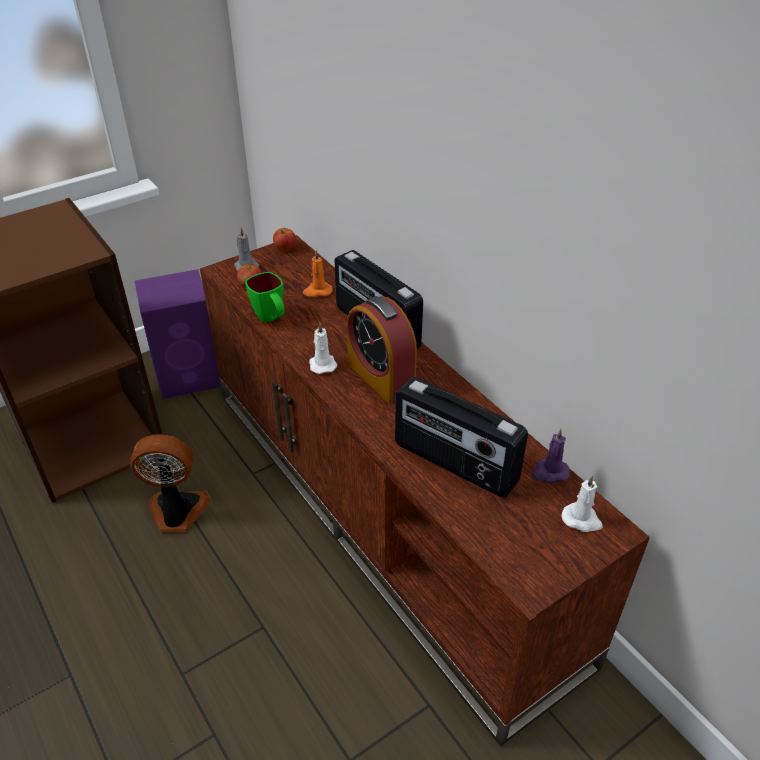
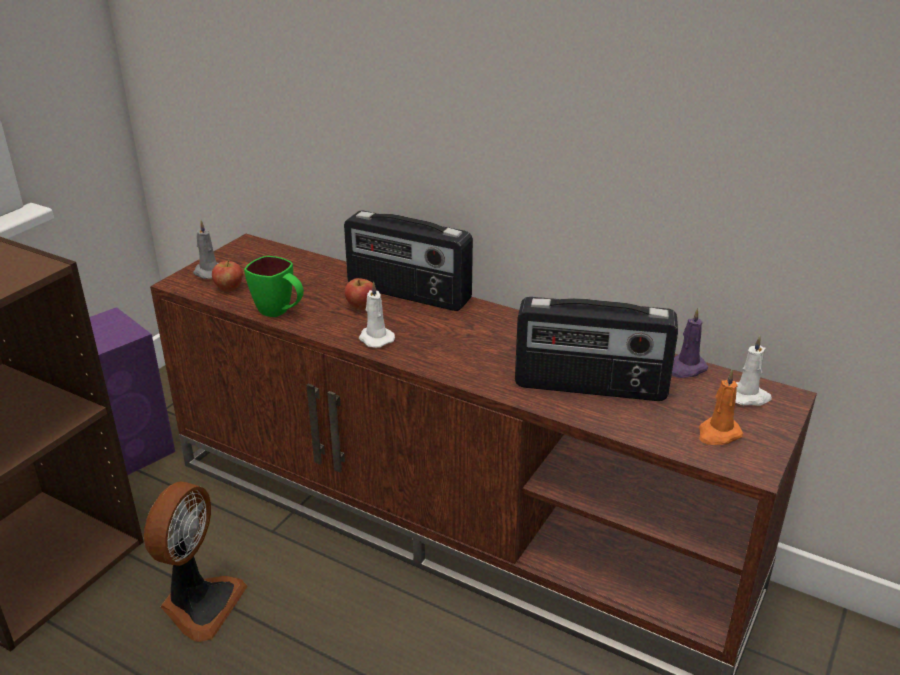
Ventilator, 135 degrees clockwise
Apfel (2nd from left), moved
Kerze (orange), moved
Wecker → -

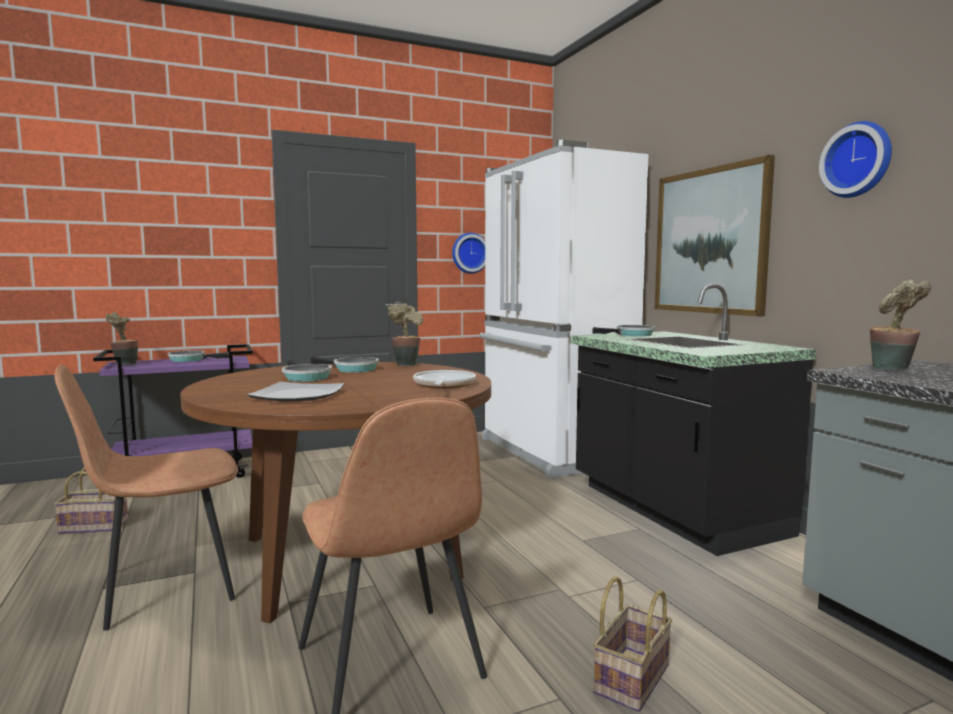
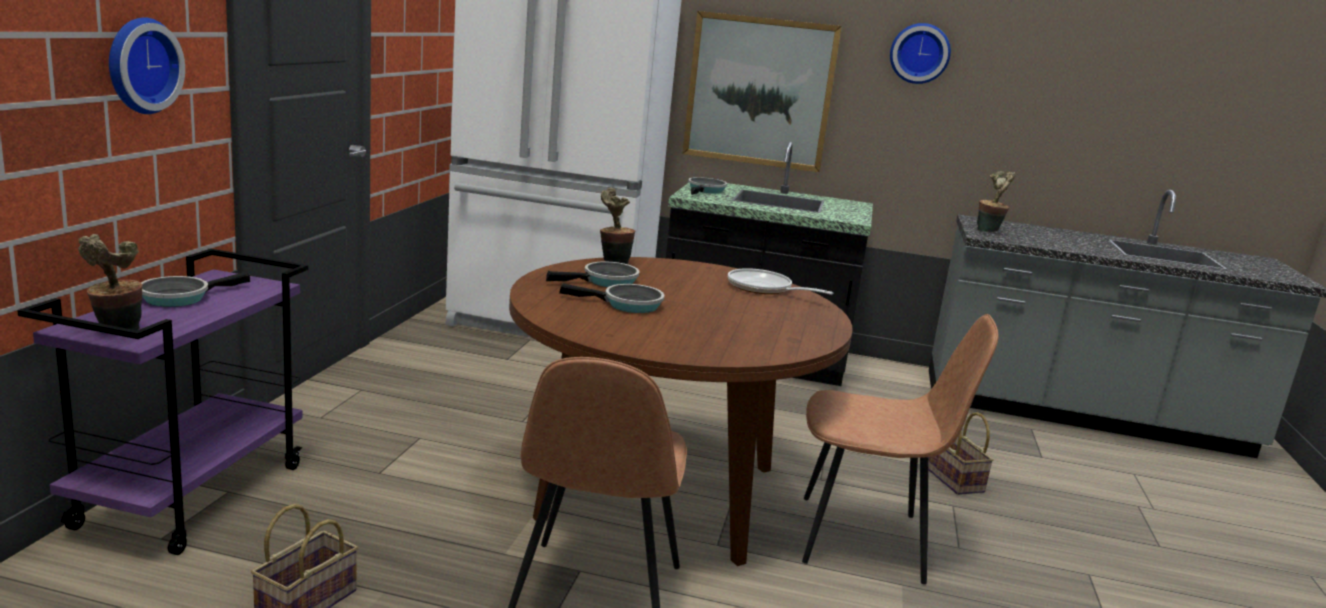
Wanduhr (1st from left), moved
Teller → -

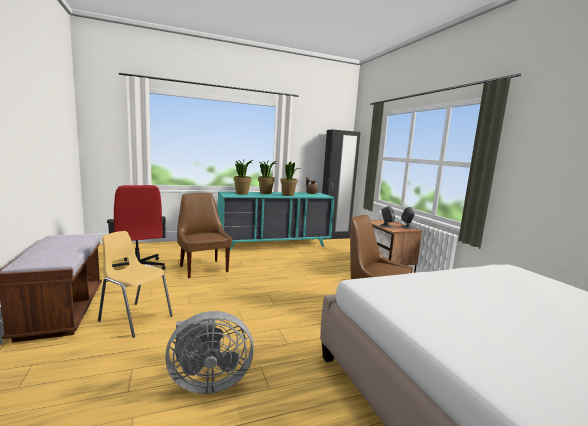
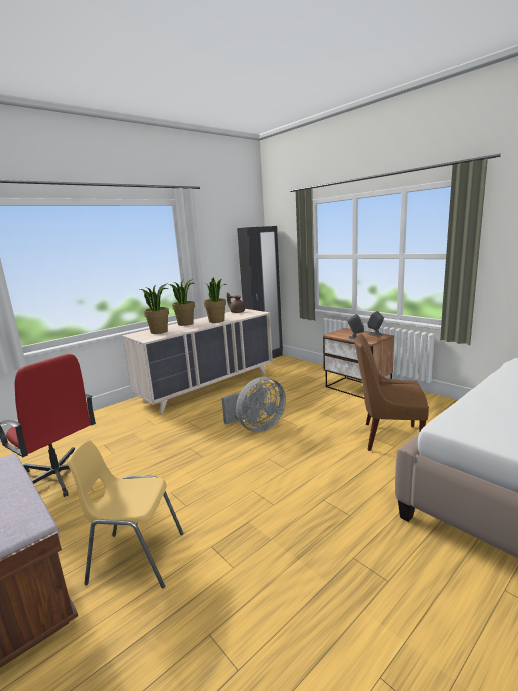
Kommode (türkis) → Kommode (beige)
Ventilator (grau), moved
Stuhl (braun) (1st from left) → -

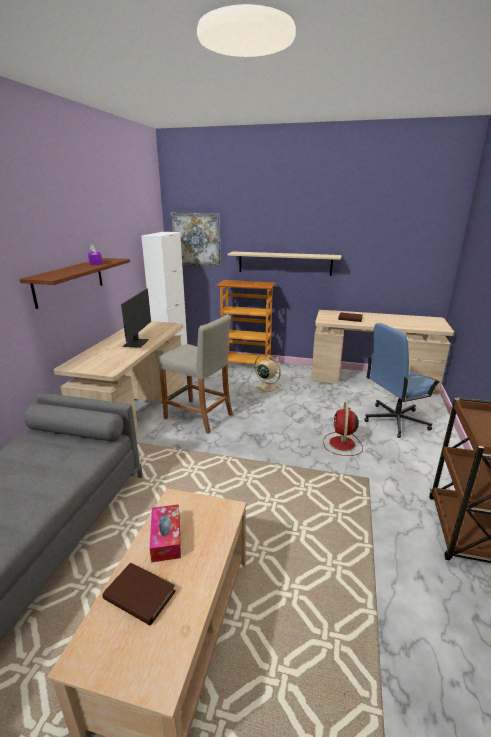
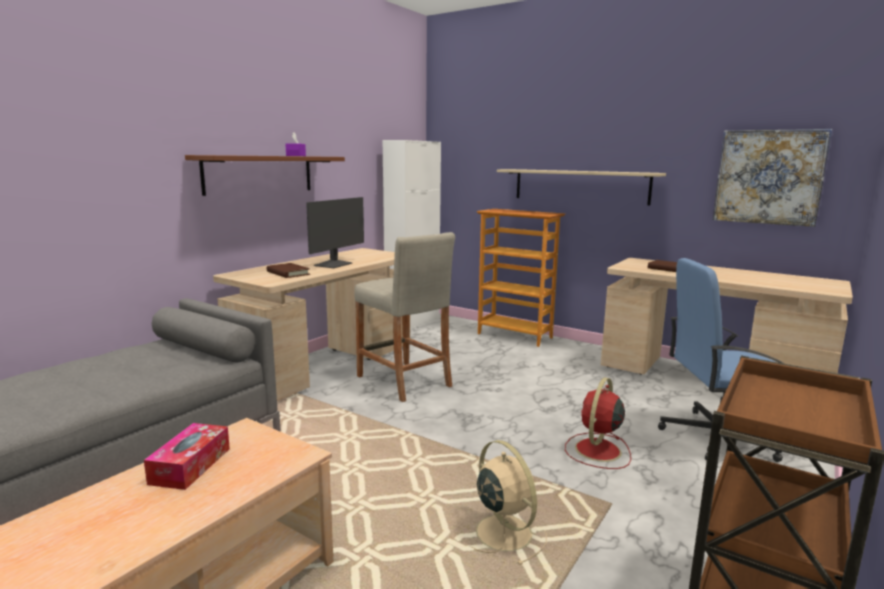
Buch (braun) (1st from left), moved
Ventilator (beige), moved
Bild, moved

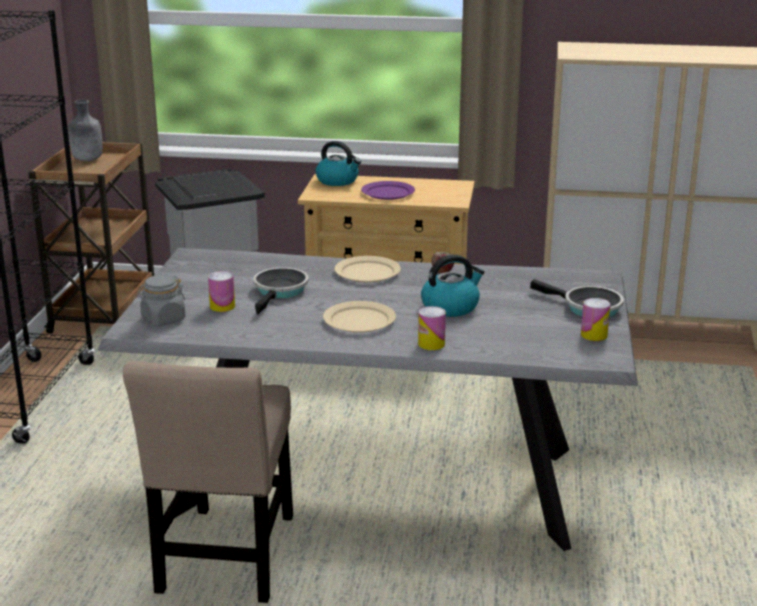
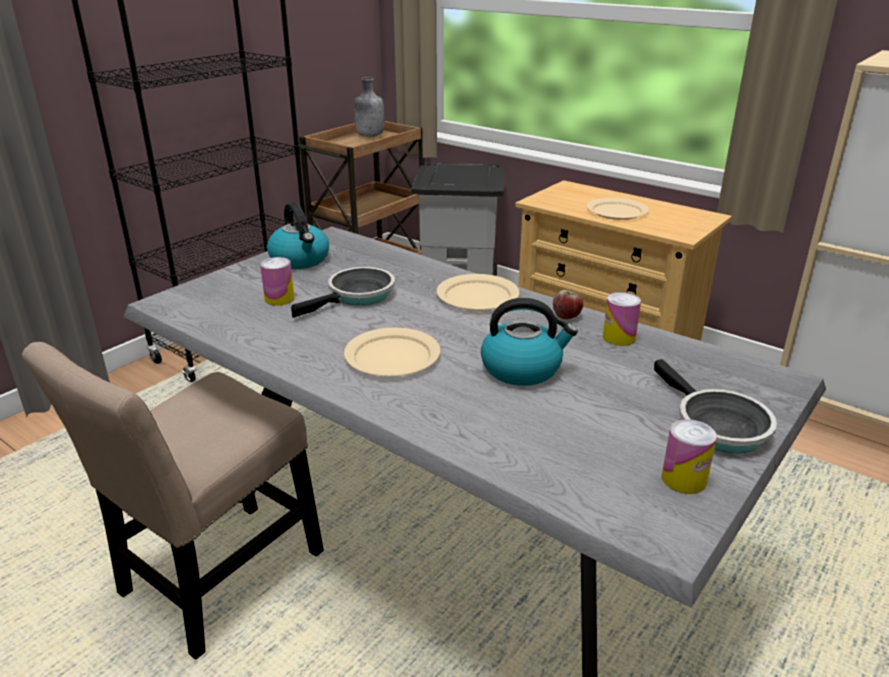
Wasserkessel (1st from left), moved
Teller (lila) → Teller (beige) (3rd from left)
Dose (2nd from left), moved
Vorratsglas (grau) → -

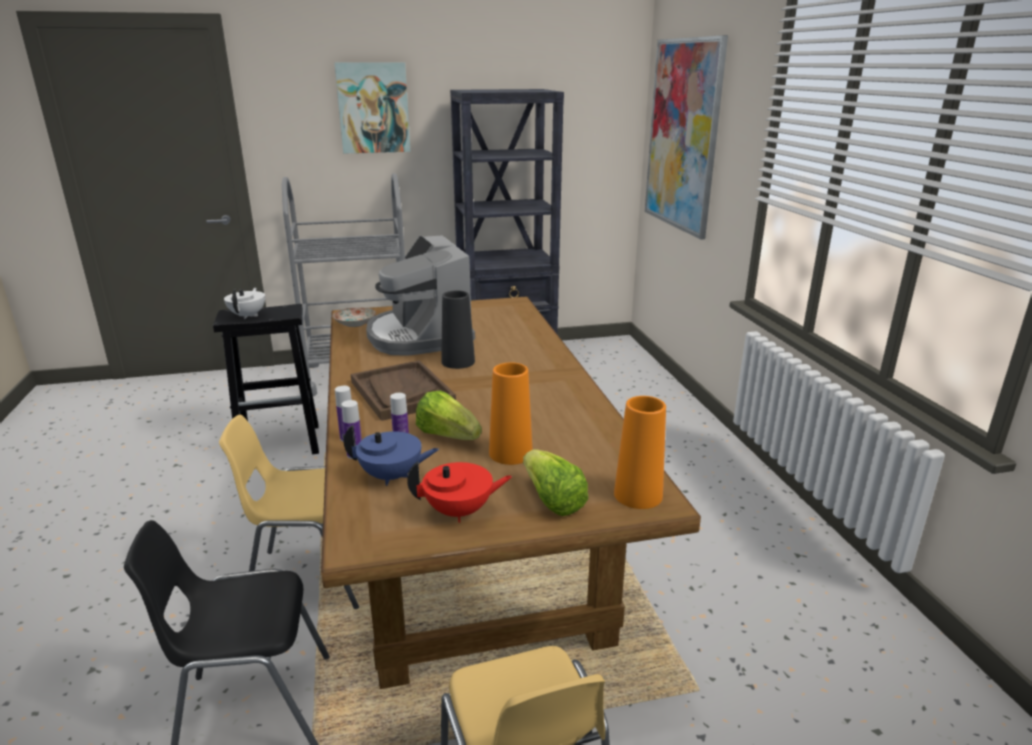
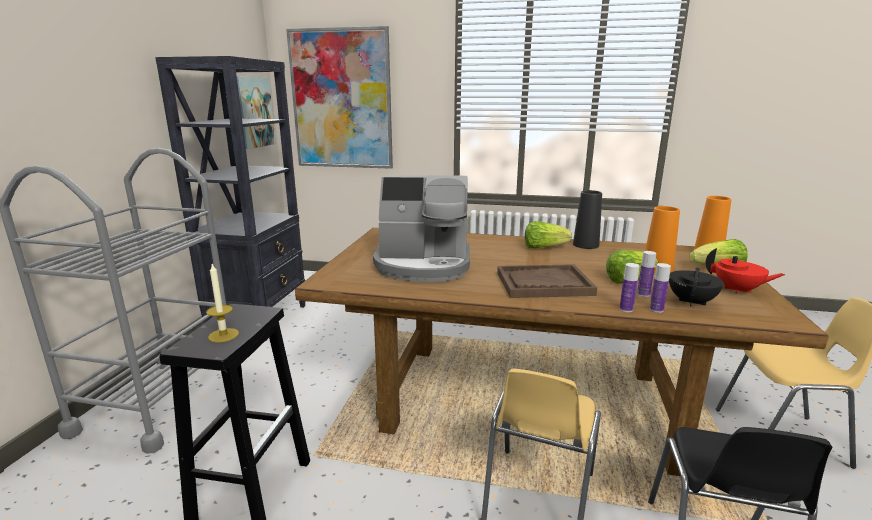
Teekanne (weiß) → Kerze
Bild (1st from left), moved
- → Salatkopf (1st from left)
Vase (schwarz), moved
Teekanne (blau) → Teekanne (schwarz)
Teekanne (rot), 105 degrees clockwise
Teller → -

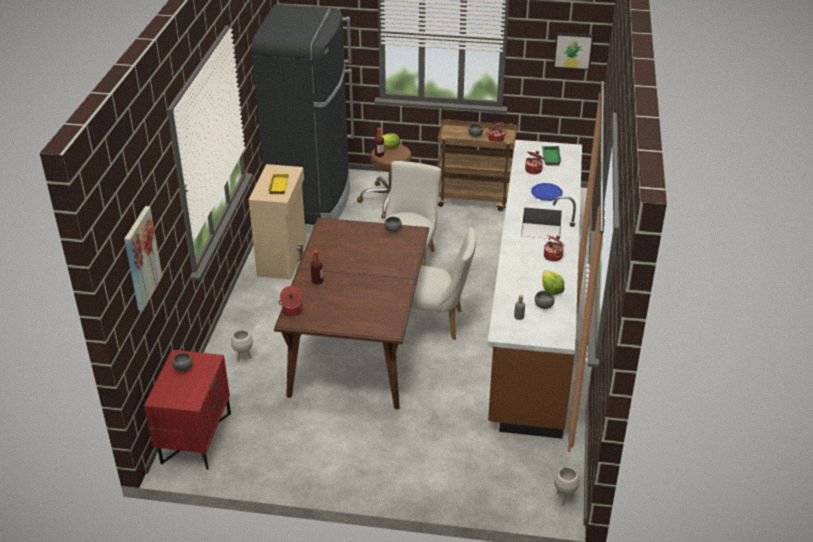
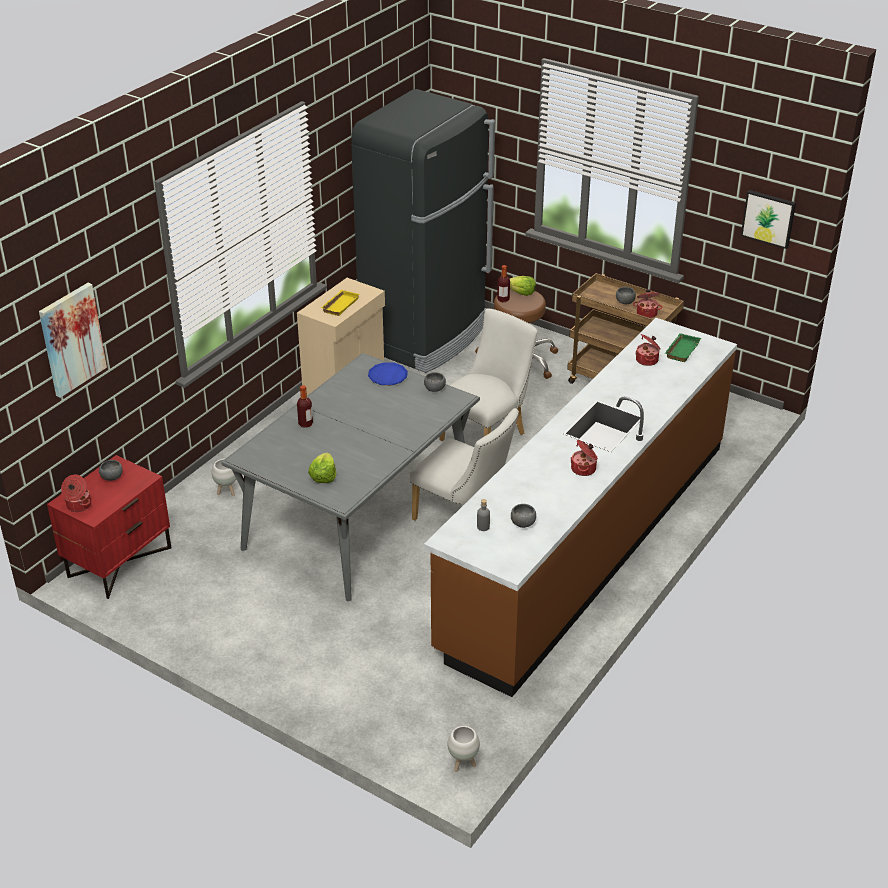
Kochtopf (1st from left), moved
Esstisch (braun) → Esstisch (grau)
Salatkopf (2nd from left in the first image) → Salatkopf (1st from left), moved
Teller (blau), moved

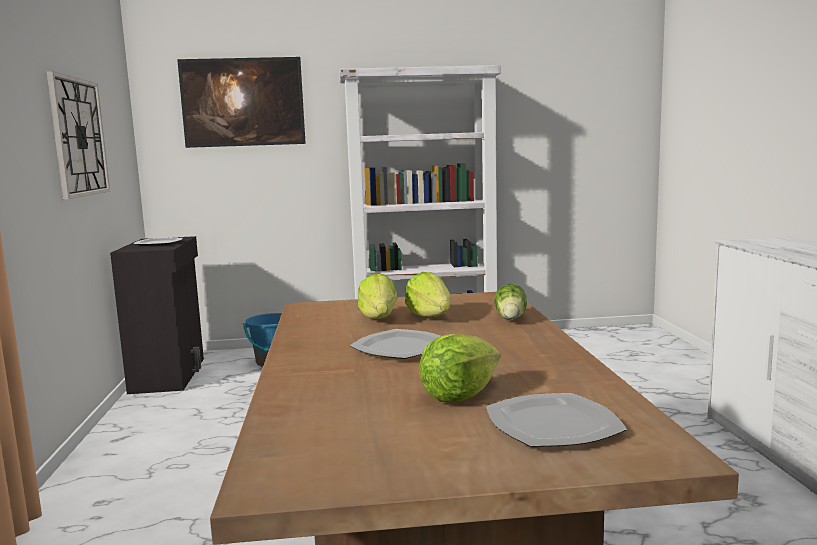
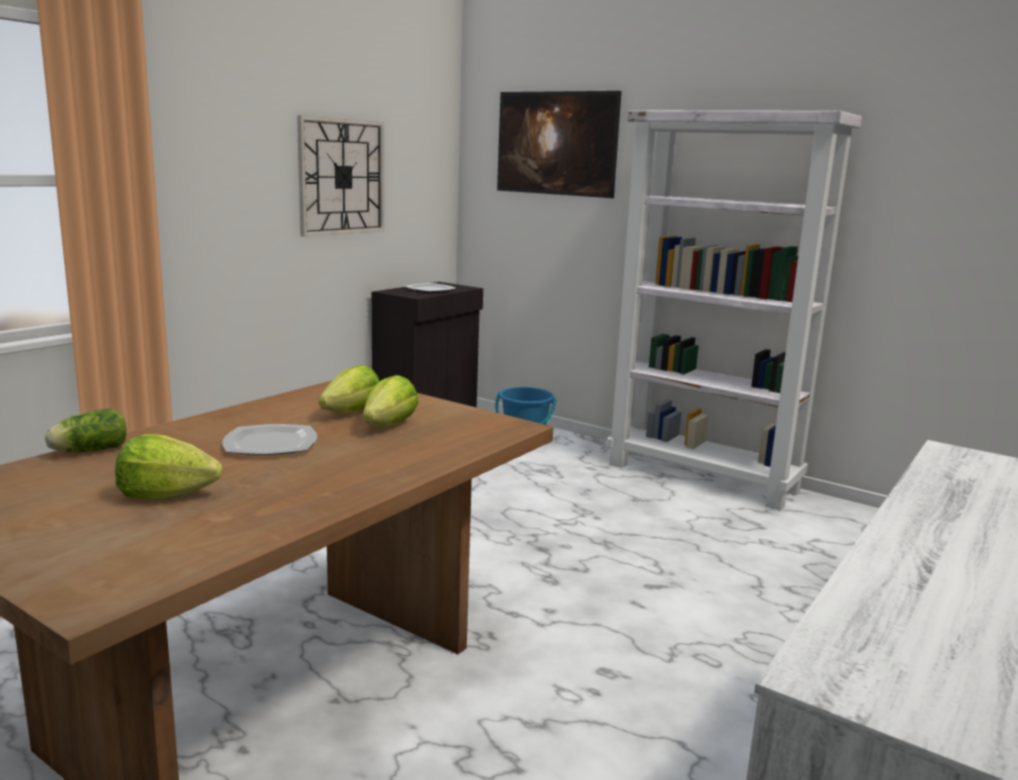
Salatkopf (4th from left in the first image) → Salatkopf (1st from left), moved
Teller (3rd from left) → -

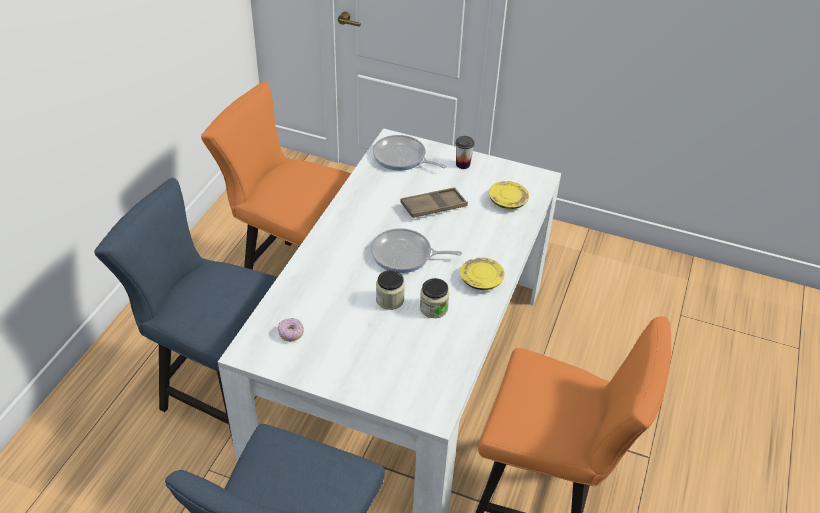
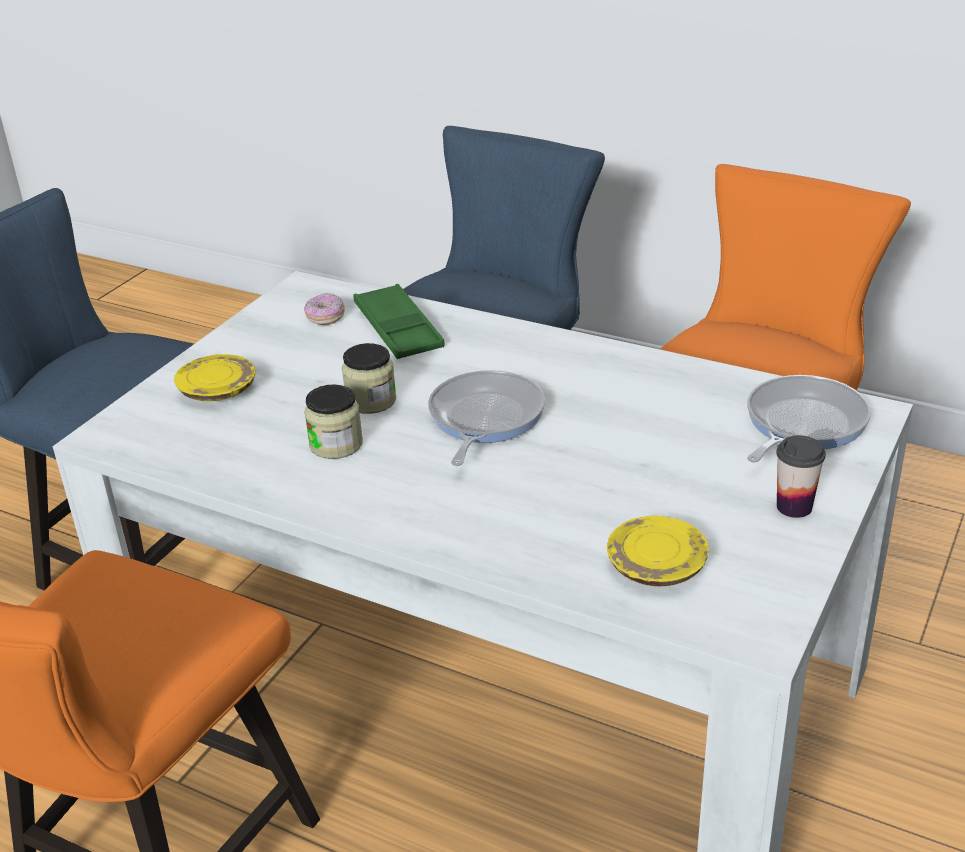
Teller (gelb) (1st from left), moved
- → Tablett (grün)
Tablett (braun) → -

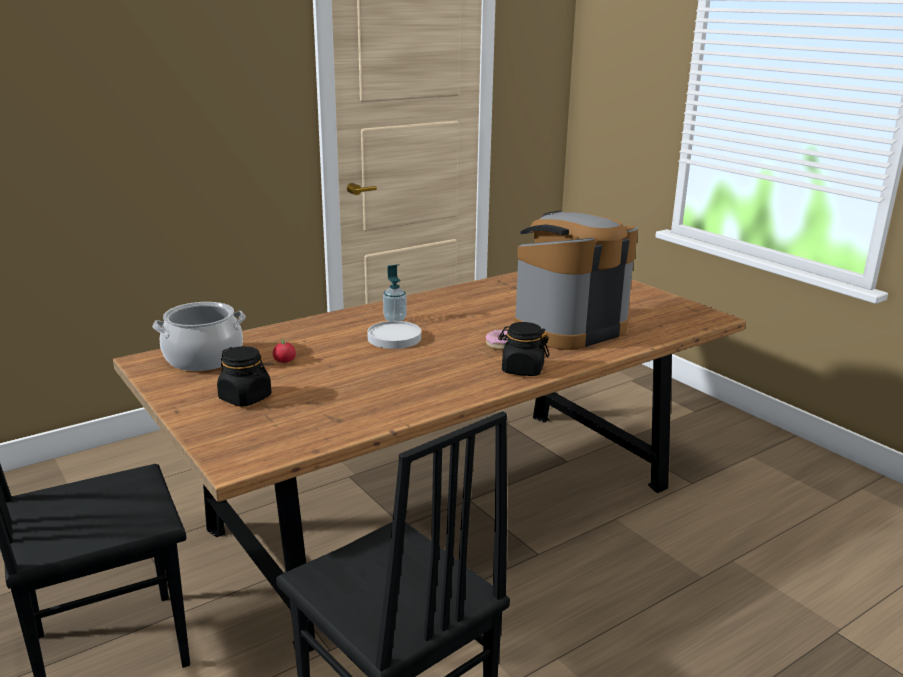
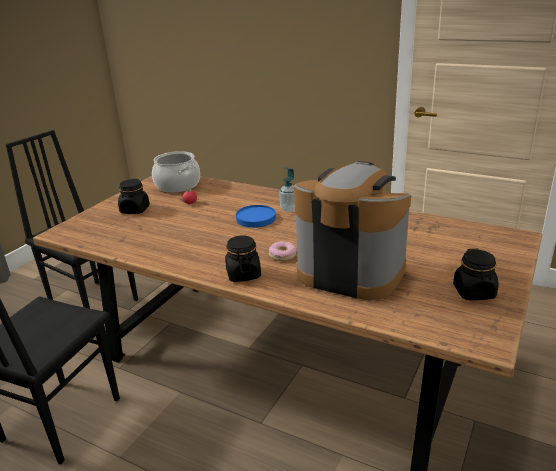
Teller (weiß) → Teller (blau)
- → Vorratsglas (schwarz) (3rd from left)

